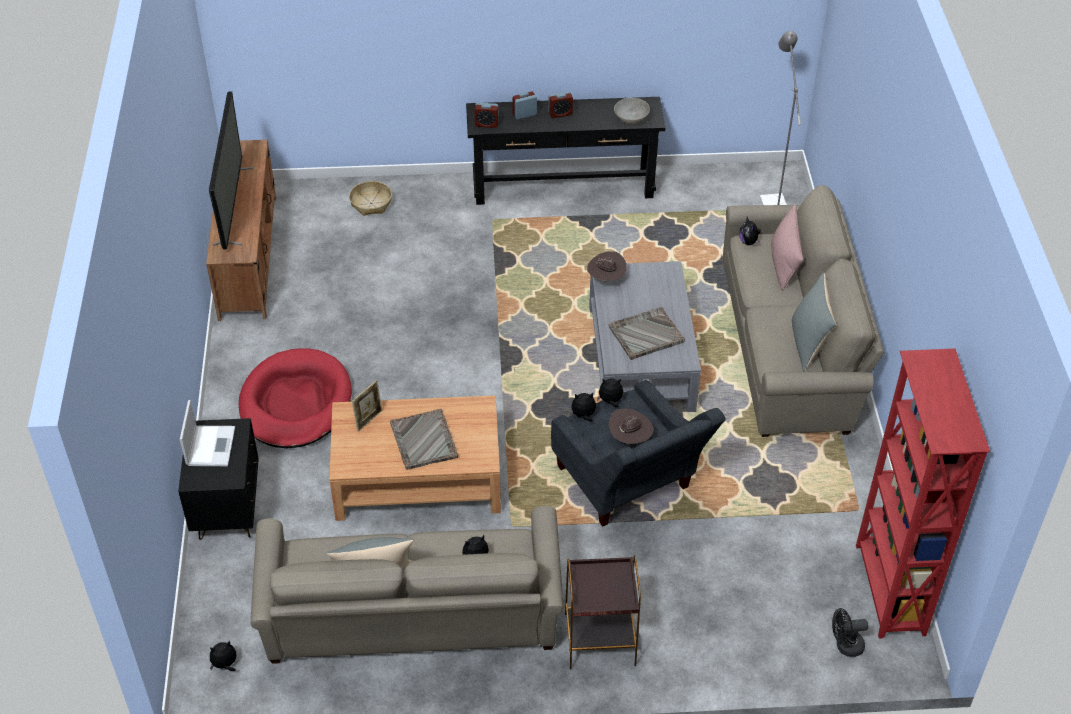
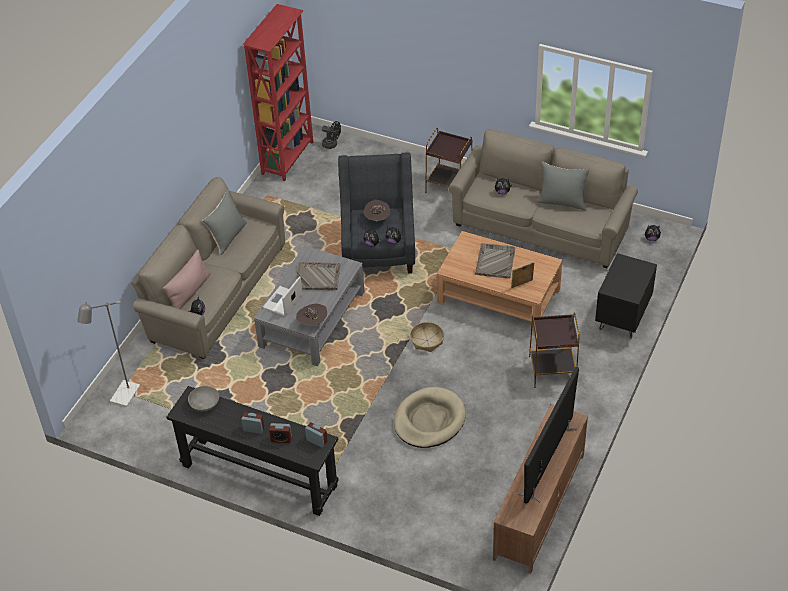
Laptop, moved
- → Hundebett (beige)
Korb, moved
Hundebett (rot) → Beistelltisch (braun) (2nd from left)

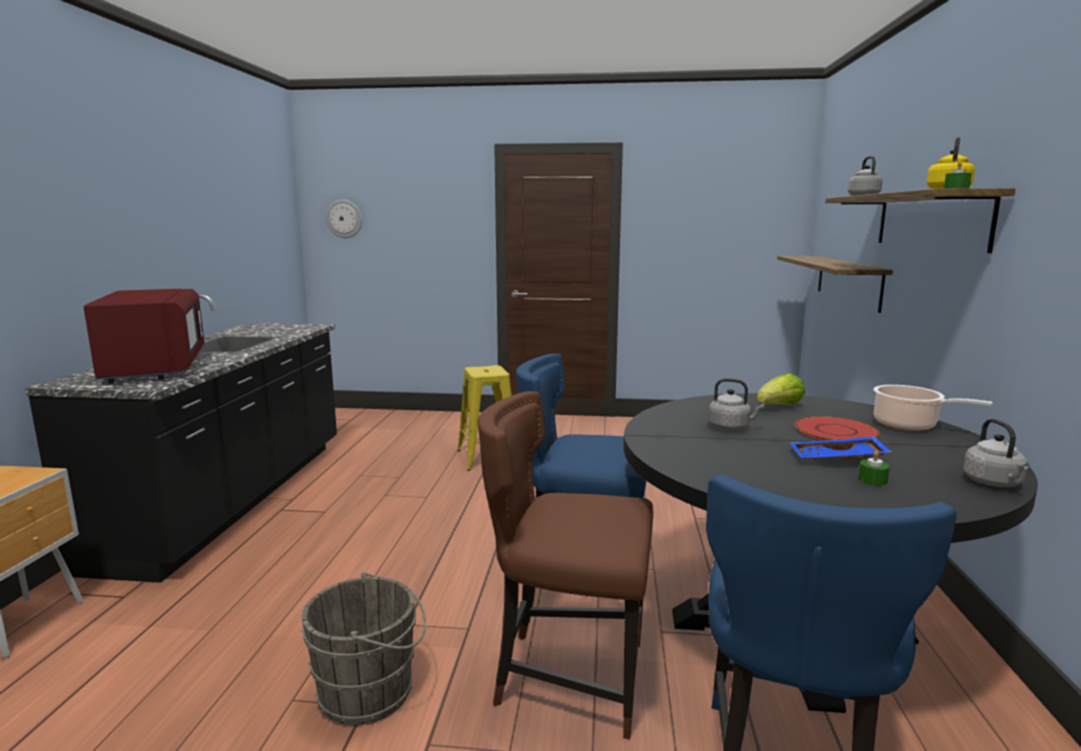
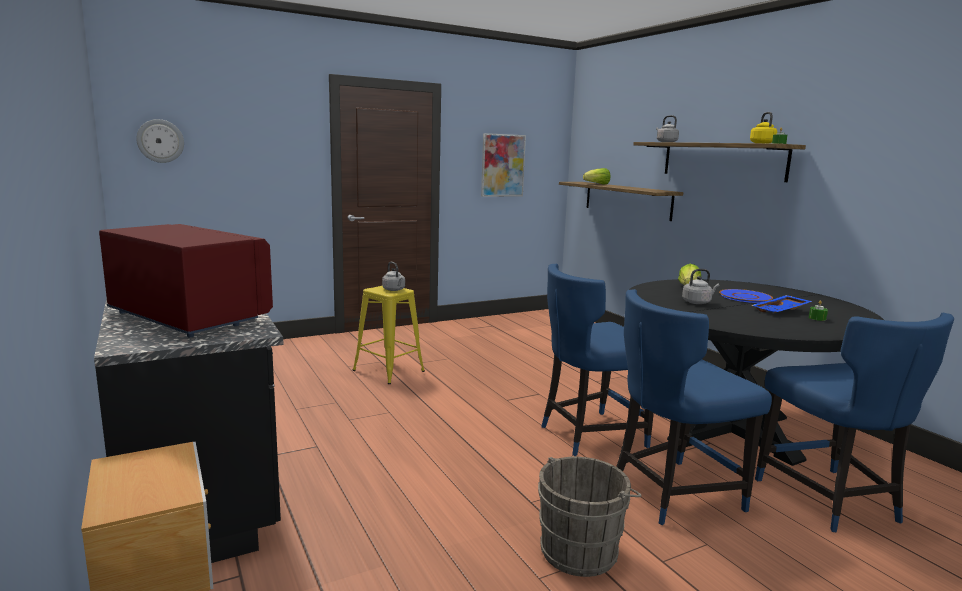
Wasserkessel (grau) (3rd from left in the first image) → Wasserkessel (grau) (1st from left), moved
- → Bild
- → Salatkopf (1st from left)
Stuhl (braun) → Stuhl (blau) (2nd from left)
Teller (rot) → Teller (blau)
Kochtopf → -

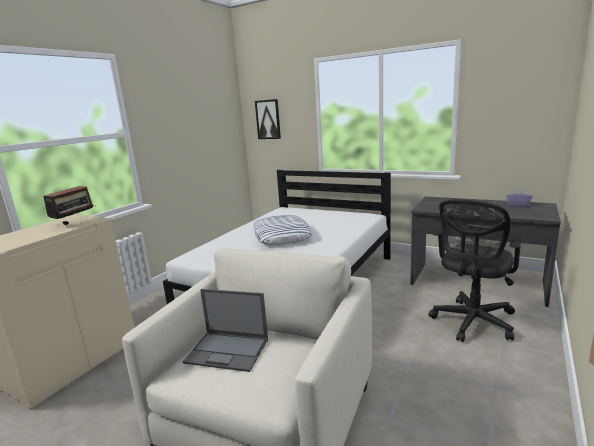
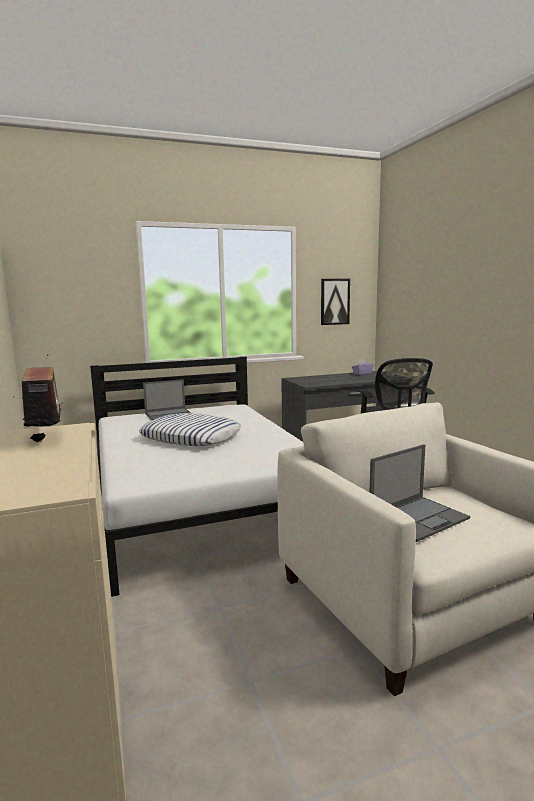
- → Laptop (1st from left)
Bild, moved

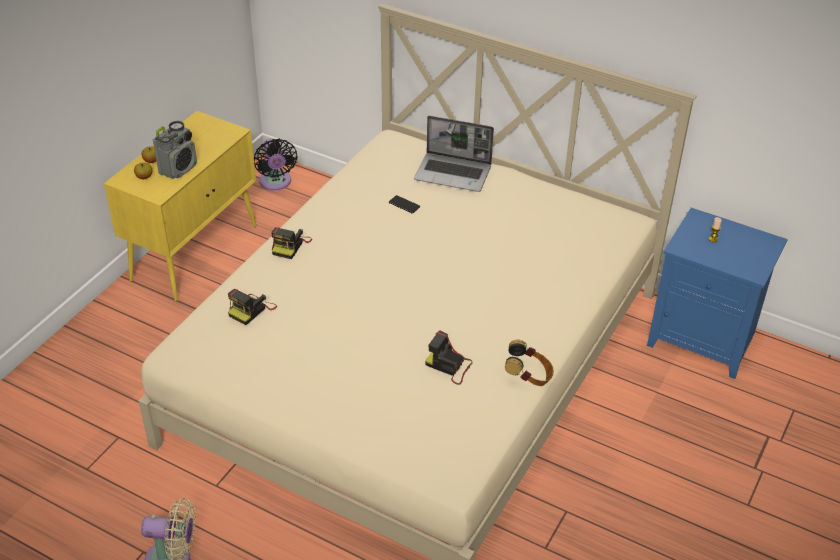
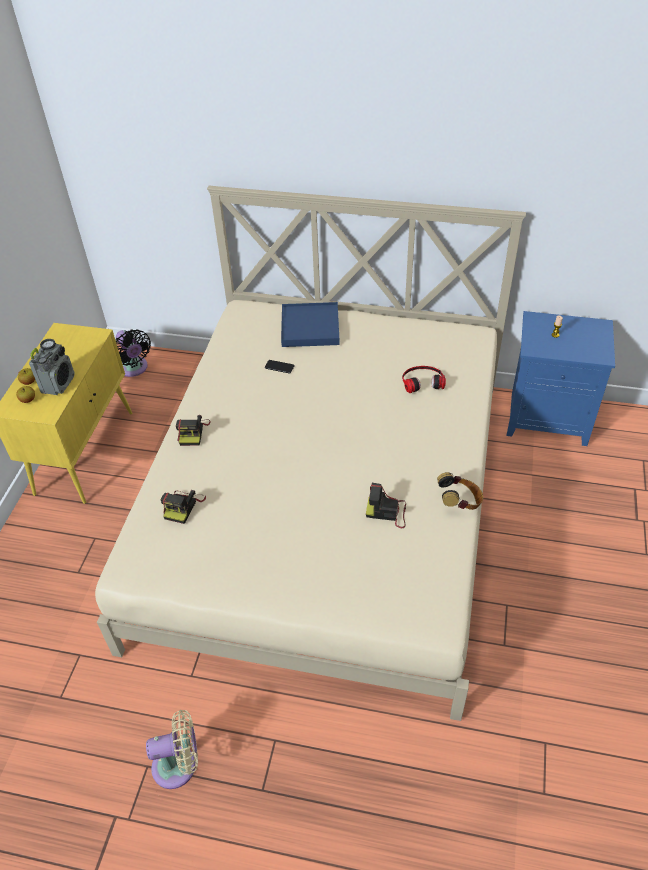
Laptop → Tablett (blau)
- → Kopfhörer (1st from left)

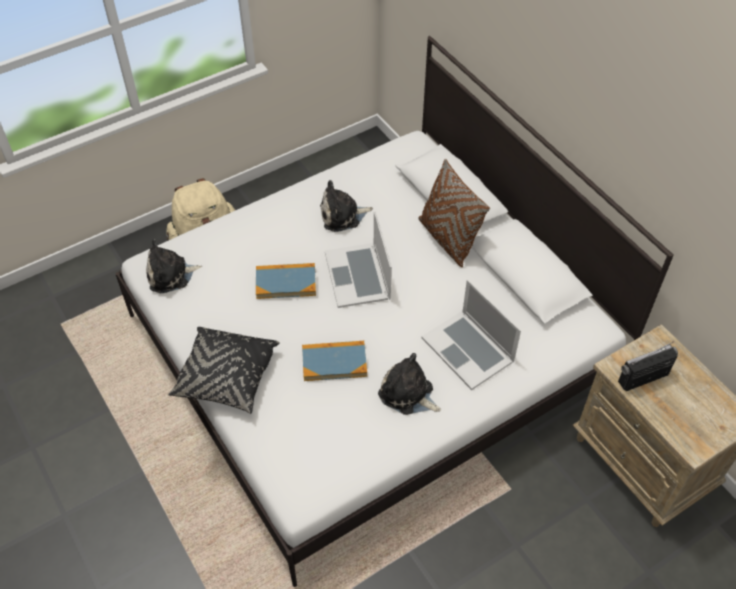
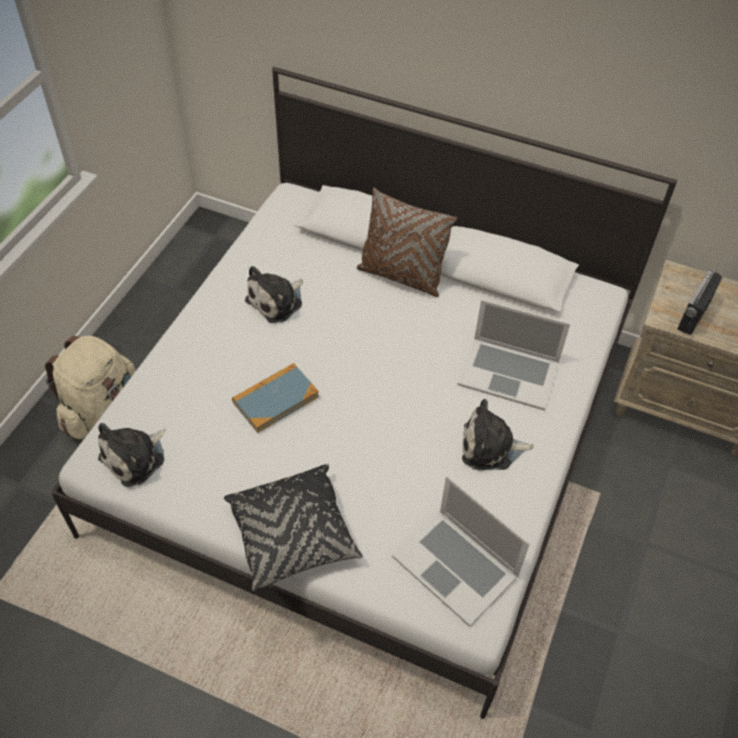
Laptop (1st from left), moved
Buch (2nd from left) → -

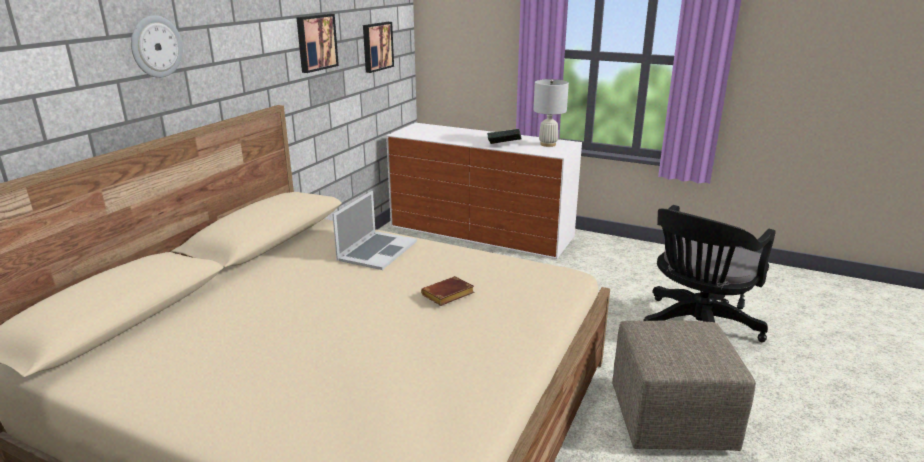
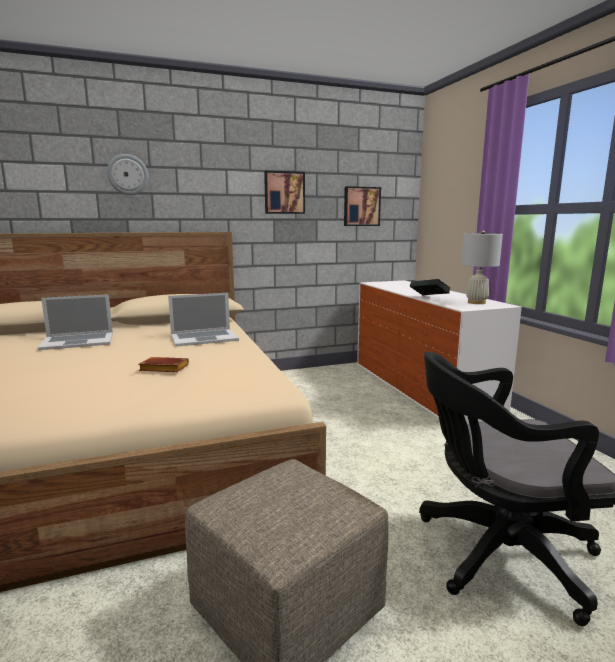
- → Laptop (1st from left)

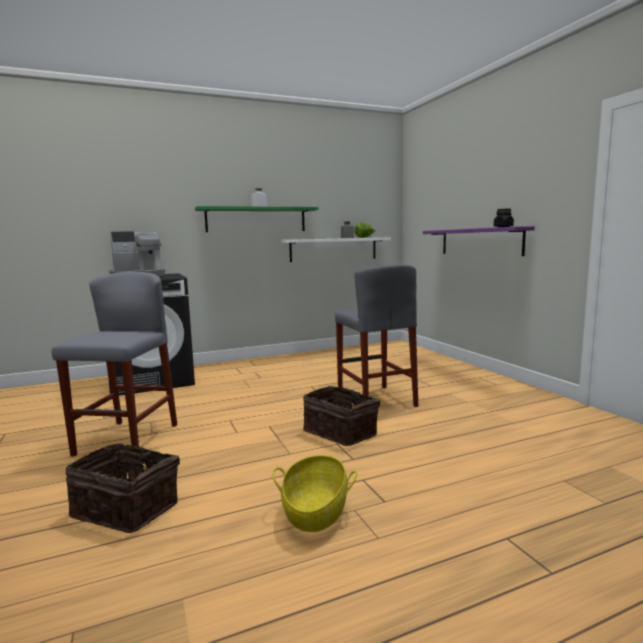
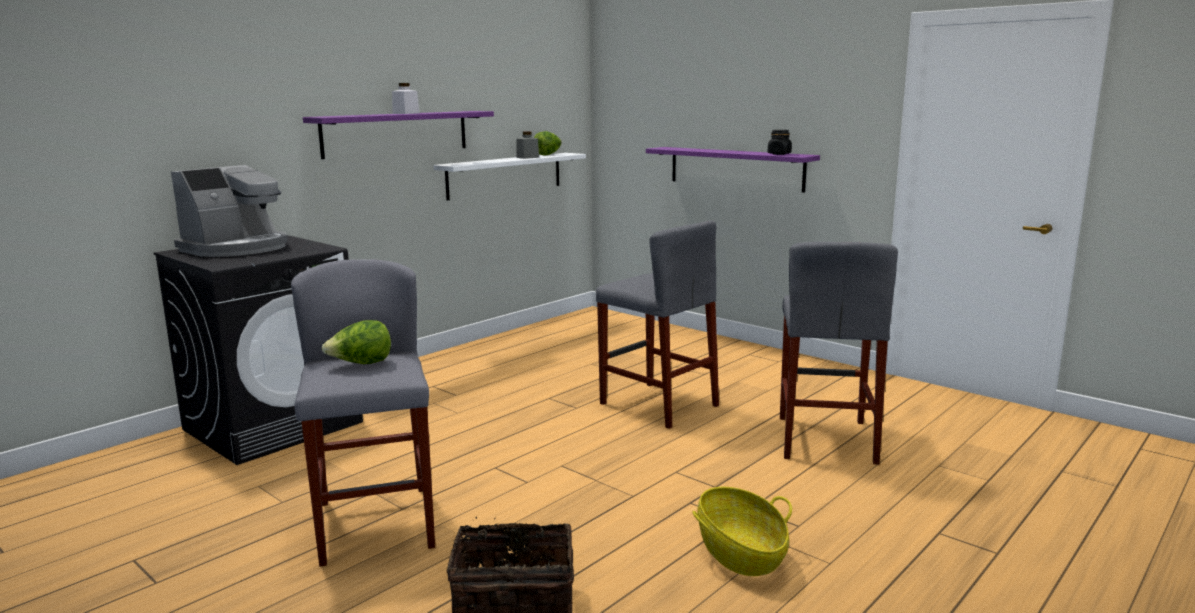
Wandregal (grün) → Wandregal (lila) (1st from left)
- → Salatkopf (1st from left)
- → Hocker (grau) (3rd from left)
Korb (3rd from left) → -

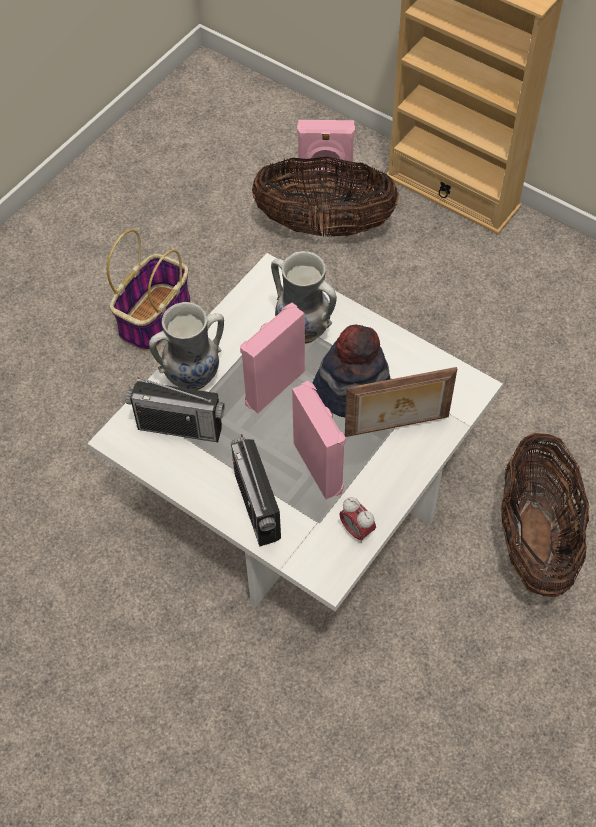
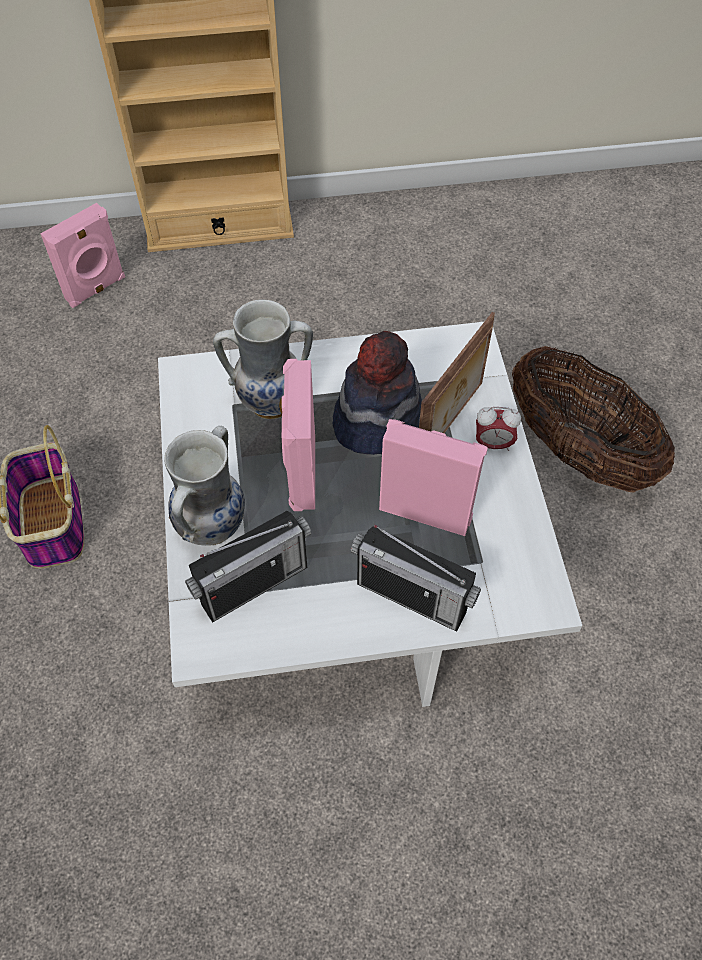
Wecker, moved
Korb (2nd from left) → -

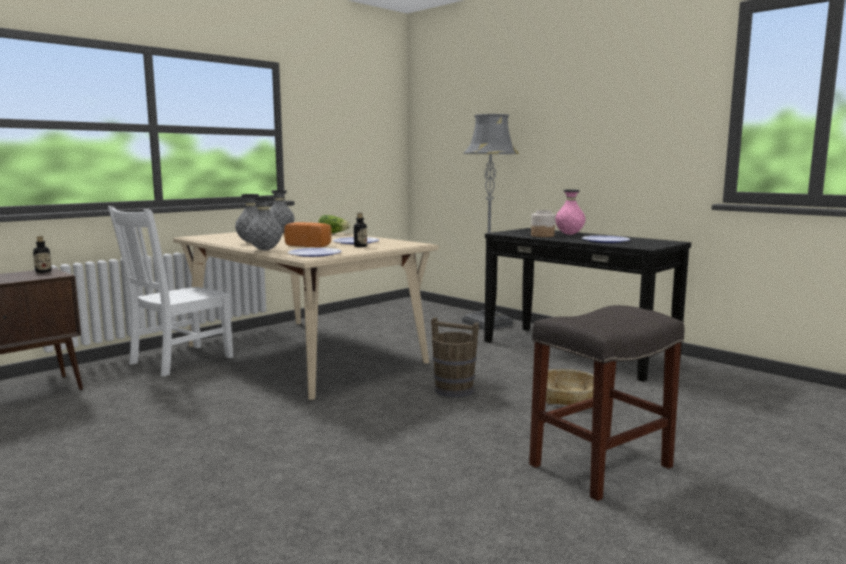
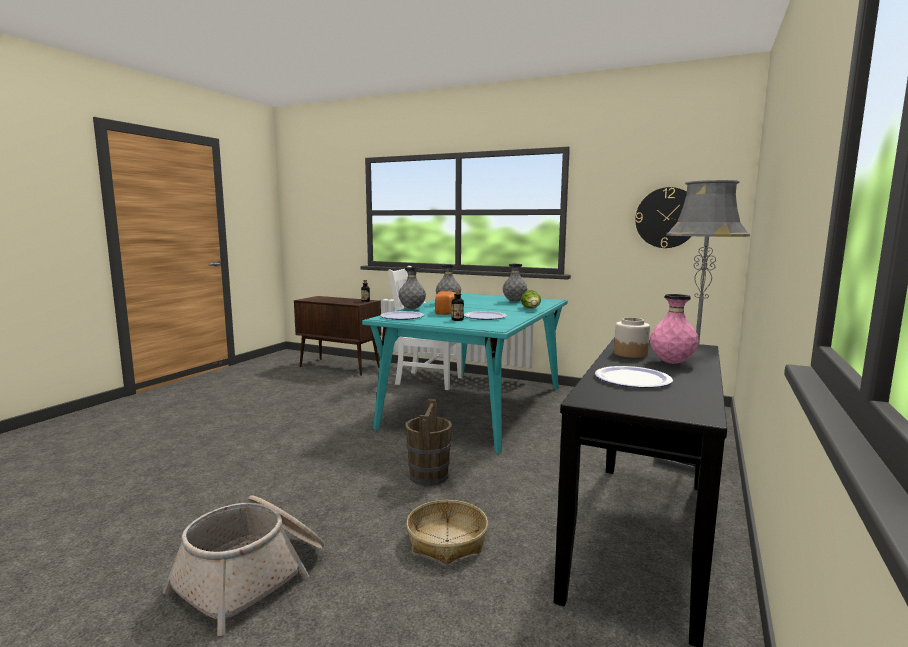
Hocker (grau) → Korb (1st from left)
Esstisch (beige) → Esstisch (türkis)
- → Wanduhr

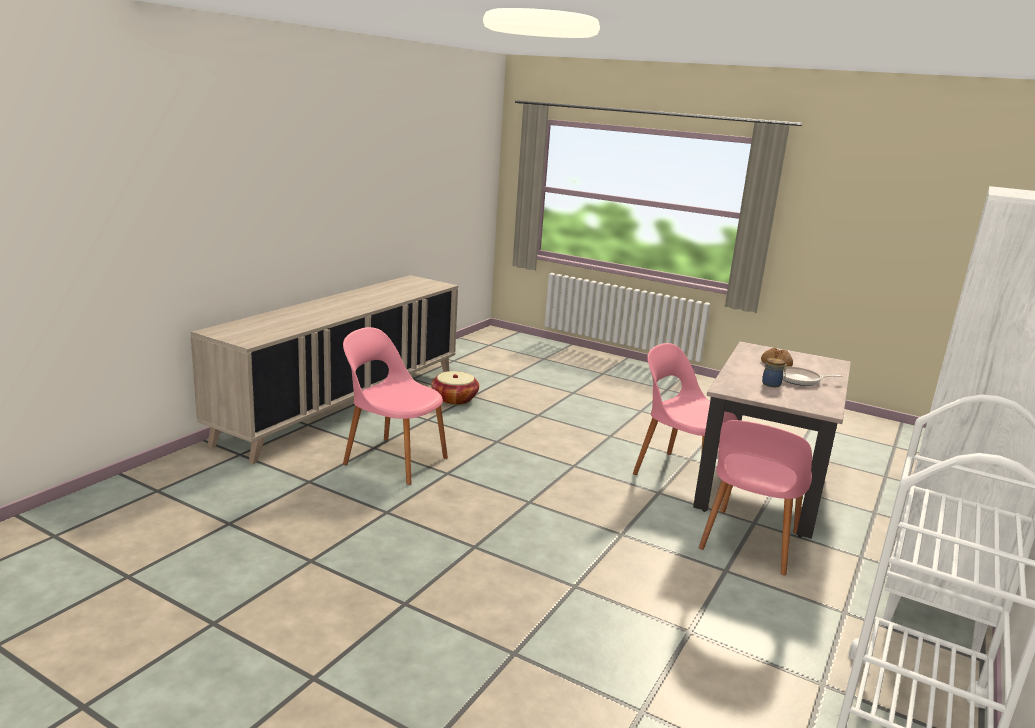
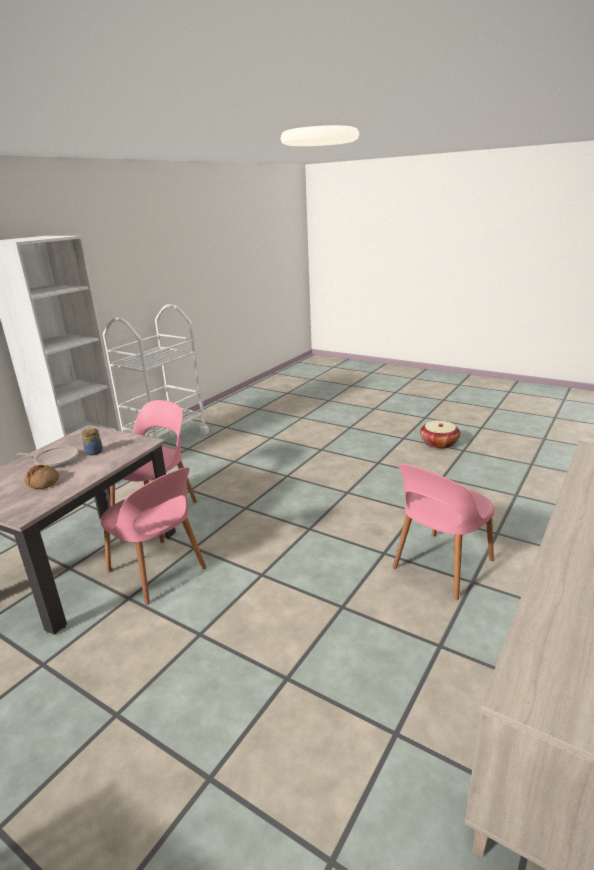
Stuhl (rosa) (1st from left in the first image) → Stuhl (rosa) (3rd from left), 105 degrees clockwise
Korb, moved

